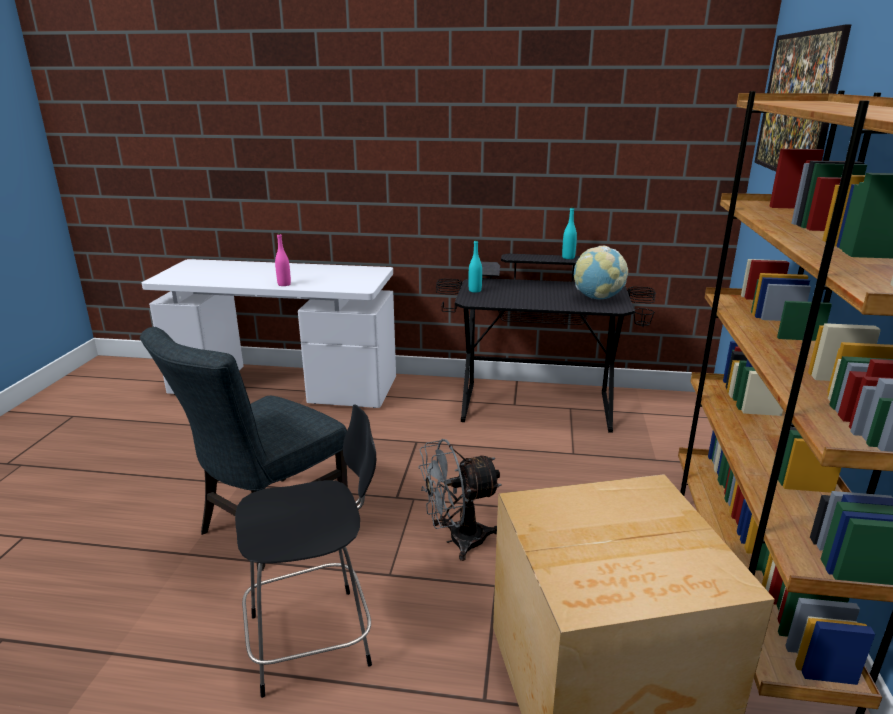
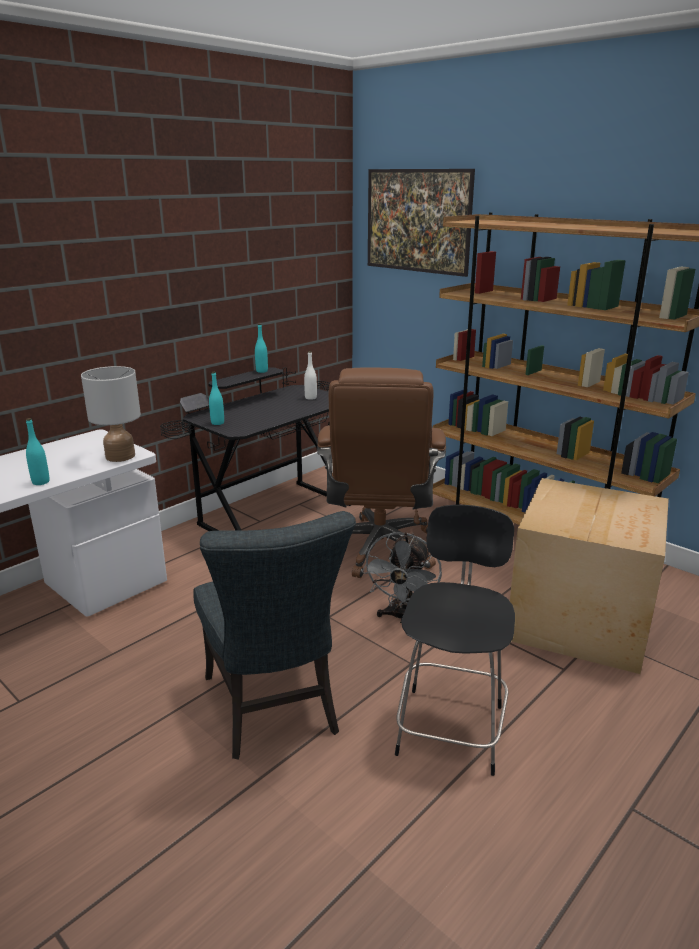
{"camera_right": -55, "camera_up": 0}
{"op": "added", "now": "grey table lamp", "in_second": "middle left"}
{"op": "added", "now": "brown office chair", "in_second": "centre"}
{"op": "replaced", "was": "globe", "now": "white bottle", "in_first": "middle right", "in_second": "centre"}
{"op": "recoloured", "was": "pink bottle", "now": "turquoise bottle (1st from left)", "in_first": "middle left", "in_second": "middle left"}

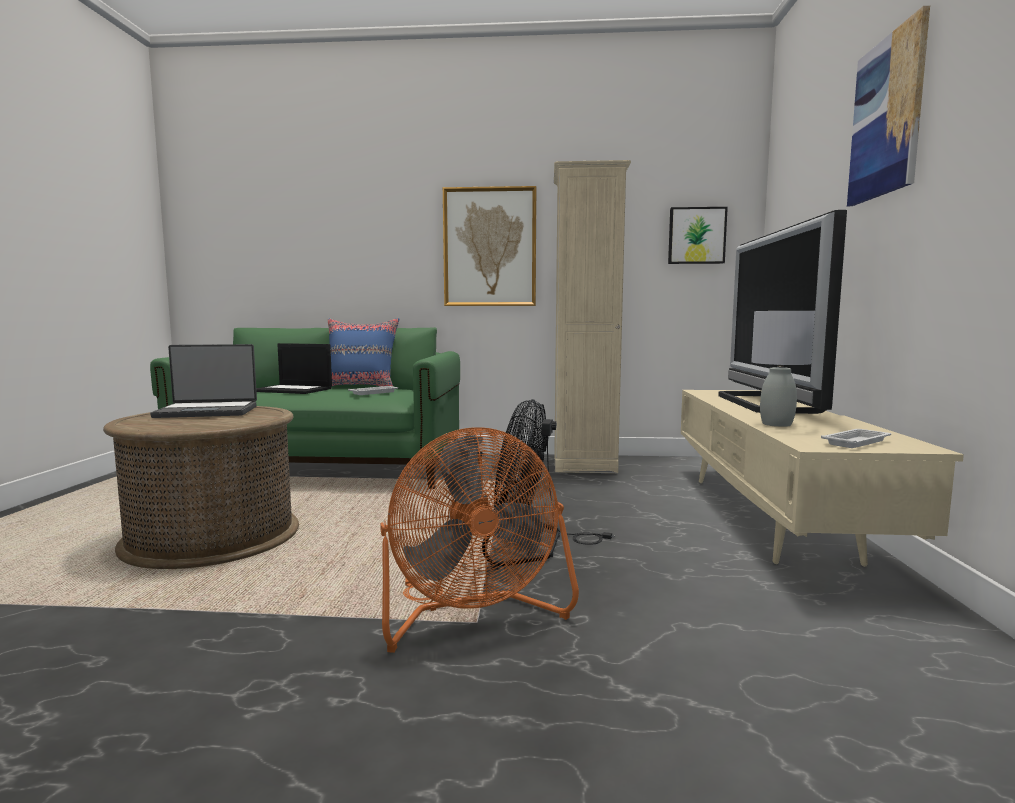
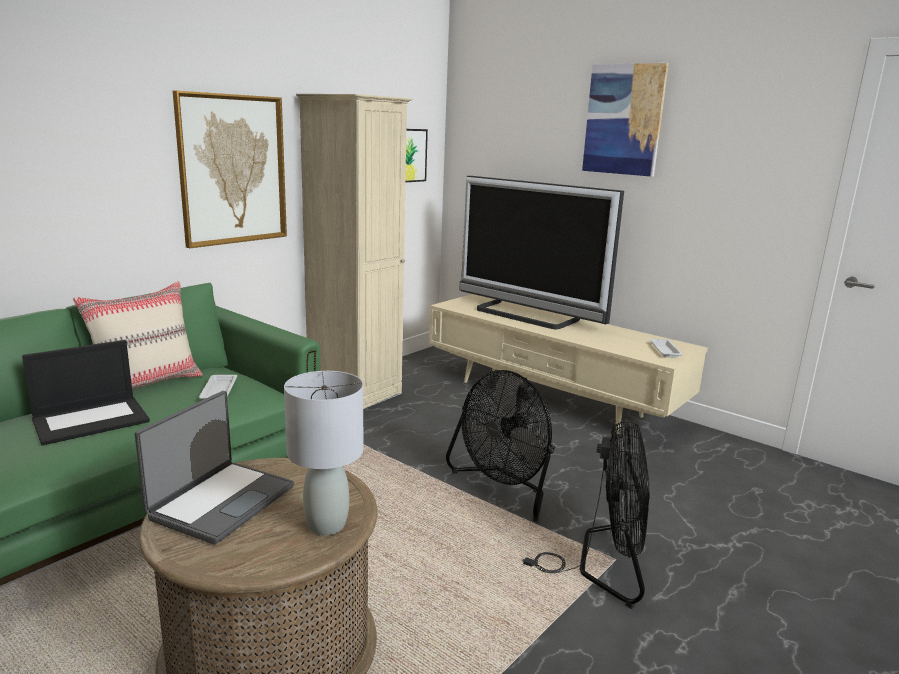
{"camera_right": -55, "camera_up": 10}
{"op": "moved", "was": "grey table lamp", "in_first": "middle right", "in_second": "bottom centre"}
{"op": "recoloured", "was": "blue pillow", "now": "beige pillow", "in_first": "centre", "in_second": "middle left"}
{"op": "recoloured", "was": "orange fan", "now": "black fan (2nd from left)", "in_first": "bottom centre", "in_second": "bottom centre"}

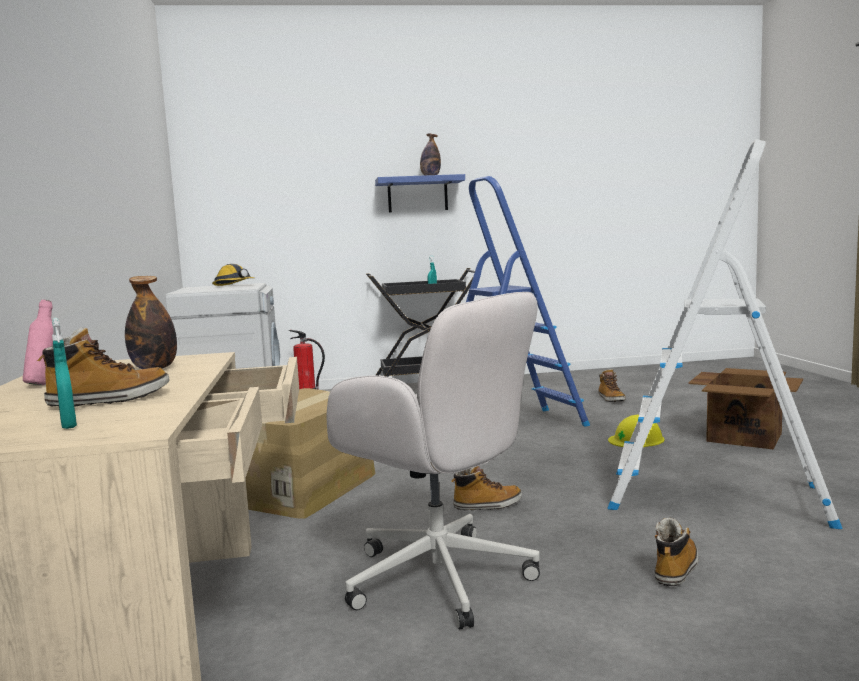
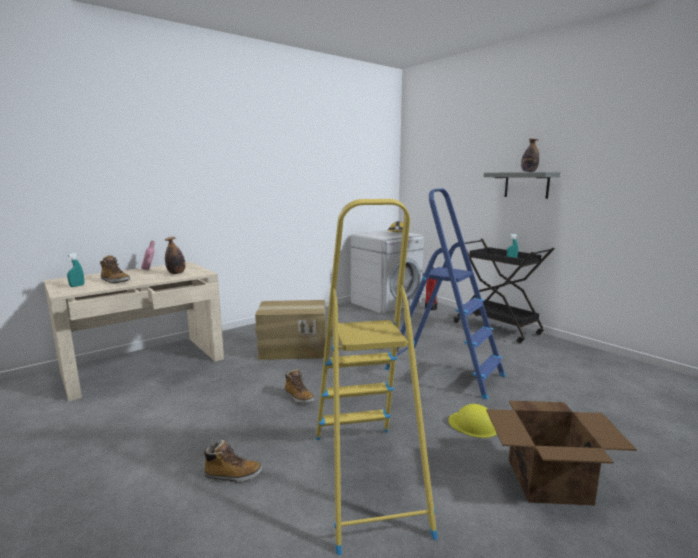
{"camera_right": 60, "camera_up": 5}
{"op": "removed", "was": "white office chair", "in_first": "bottom centre"}
{"op": "removed", "was": "boot (3rd from left)", "in_first": "middle right"}
{"op": "recoloured", "was": "blue shelf", "now": "grey shelf", "in_first": "top centre", "in_second": "top right"}
{"op": "recoloured", "was": "white step ladder", "now": "yellow step ladder", "in_first": "middle right", "in_second": "bottom centre"}

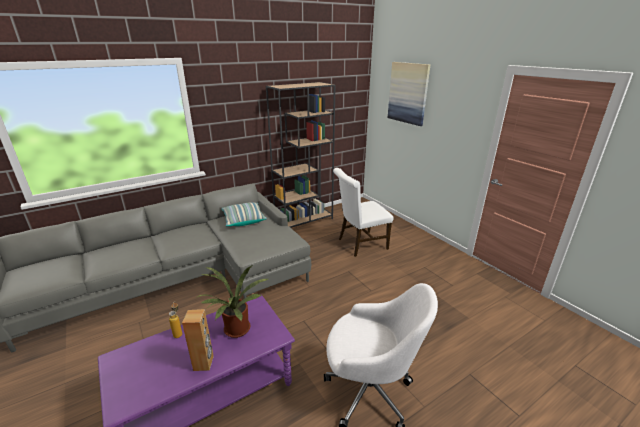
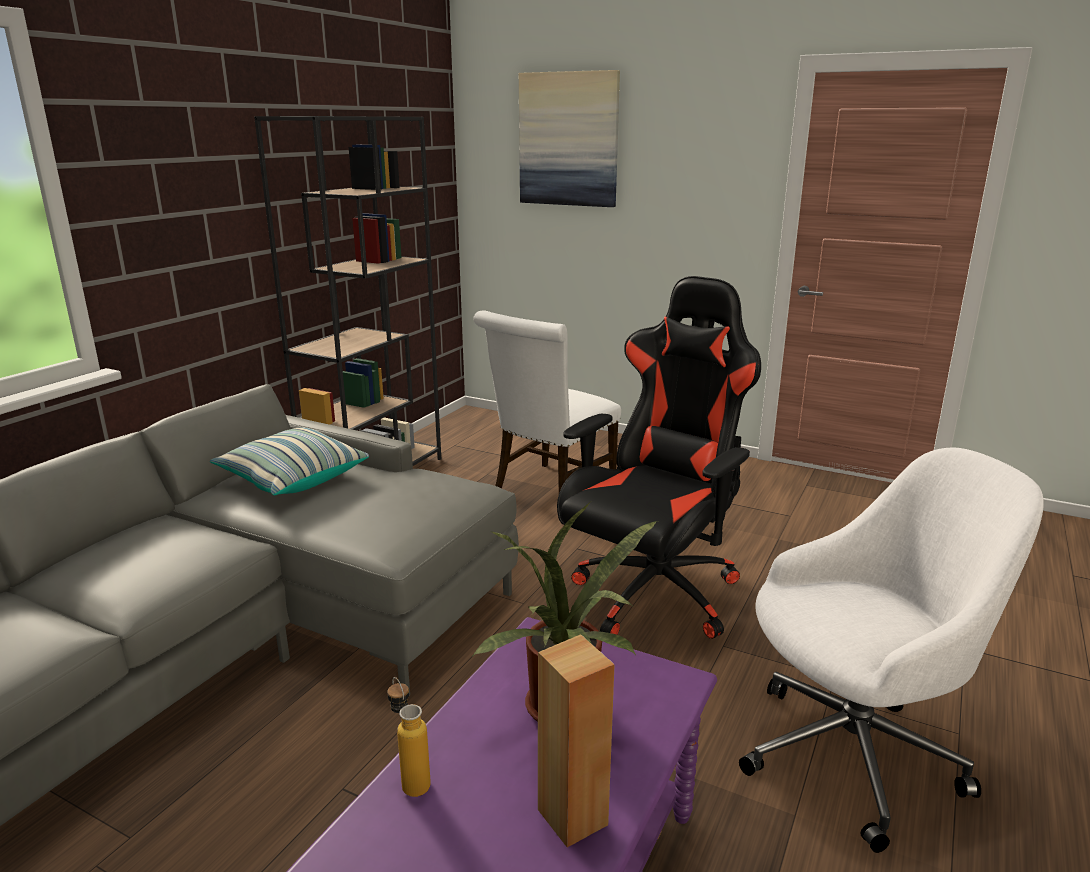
{"camera_right": -30, "camera_up": -5}
{"op": "added", "now": "black office chair", "in_second": "centre"}

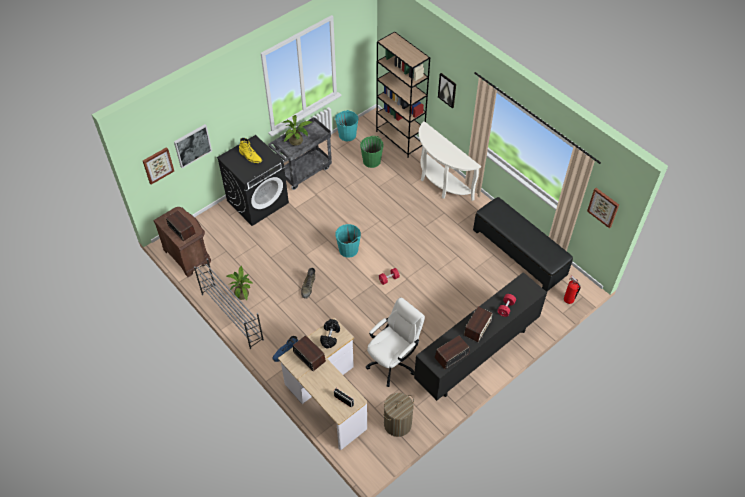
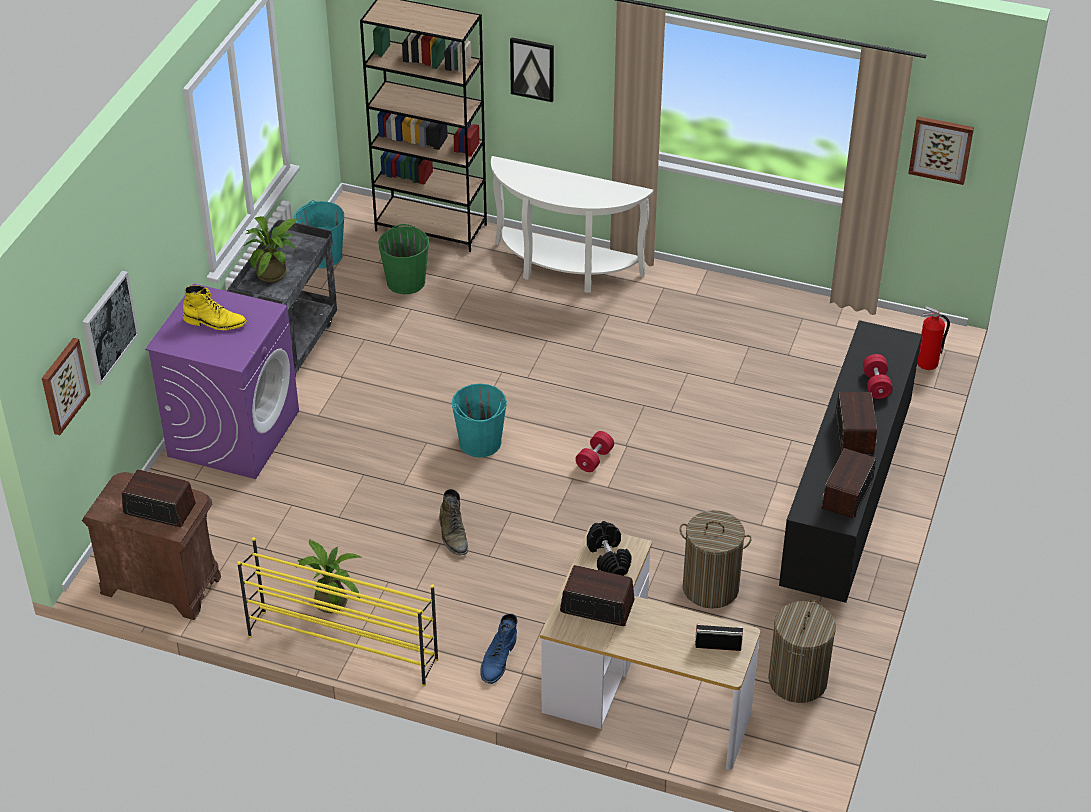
{"camera_right": -30, "camera_up": -10}
{"op": "removed", "was": "black bench", "in_first": "middle right"}
{"op": "replaced", "was": "white office chair", "now": "laundry basket (1st from left)", "in_first": "bottom centre", "in_second": "bottom centre"}
{"op": "recoloured", "was": "grey shoe rack", "now": "yellow shoe rack", "in_first": "middle left", "in_second": "bottom left"}
{"op": "recoloured", "was": "black washing machine", "now": "purple washing machine", "in_first": "centre", "in_second": "middle left"}

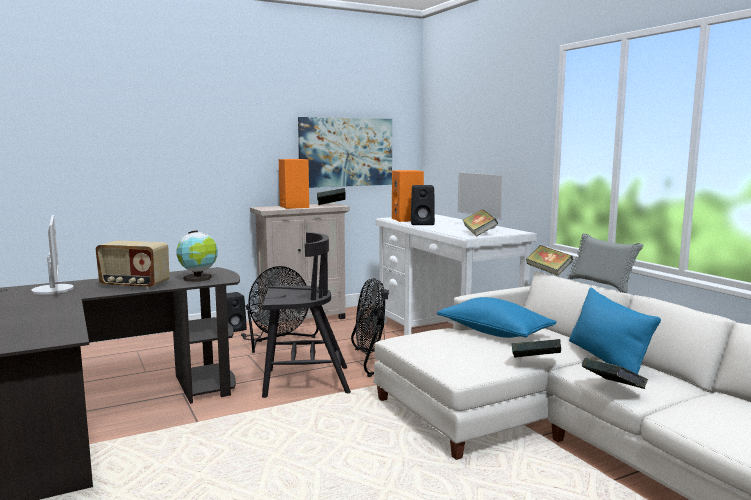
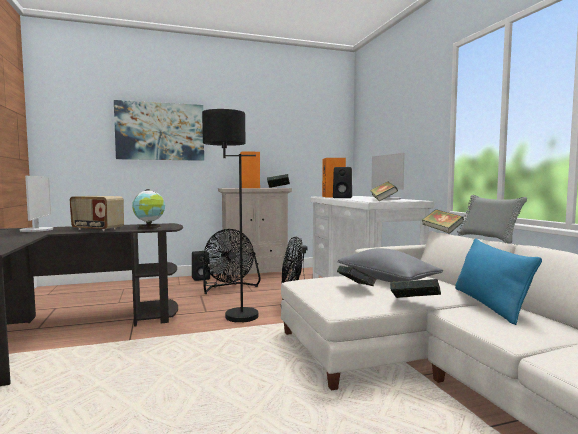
{"camera_right": 10, "camera_up": -5}
{"op": "moved", "was": "picture", "in_first": "top centre", "in_second": "top left"}
{"op": "moved", "was": "book (5th from left in the first image)", "now": "book (2nd from left)", "in_first": "bottom right", "in_second": "centre"}
{"op": "replaced", "was": "black chair", "now": "black floor lamp", "in_first": "centre", "in_second": "centre"}
{"op": "recoloured", "was": "blue pillow (1st from left)", "now": "grey pillow (1st from left)", "in_first": "centre", "in_second": "middle right"}

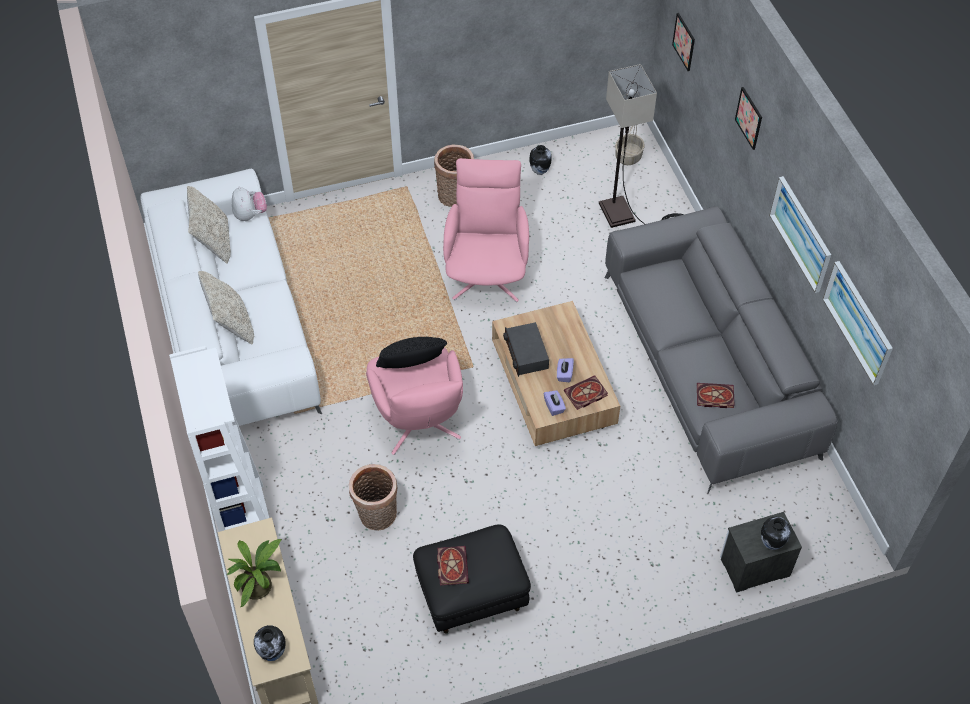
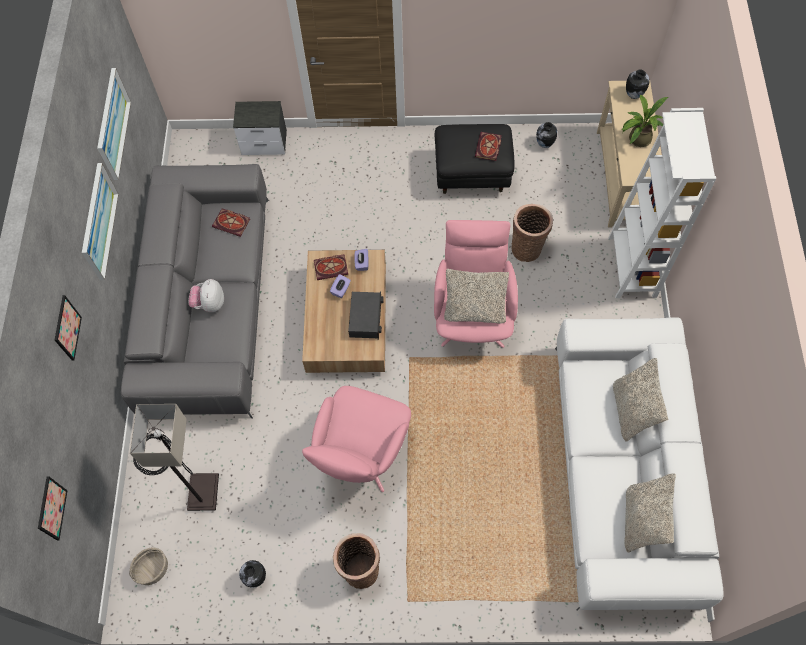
{"camera_right": -160, "camera_up": 10}
{"op": "moved", "was": "plush toy", "in_first": "top left", "in_second": "middle left"}
{"op": "moved", "was": "vase (3rd from left in the first image)", "now": "vase (2nd from left)", "in_first": "bottom right", "in_second": "top right"}
{"op": "recoloured", "was": "black pillow", "now": "beige pillow (1st from left)", "in_first": "centre", "in_second": "centre"}

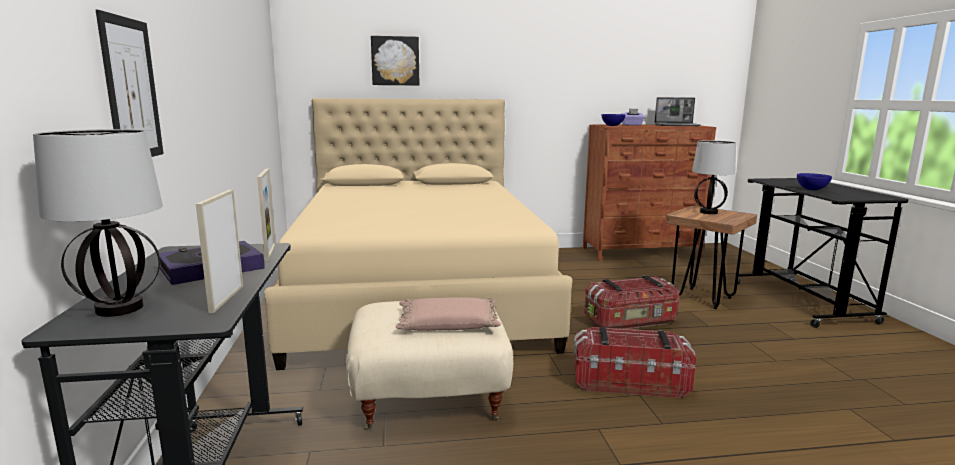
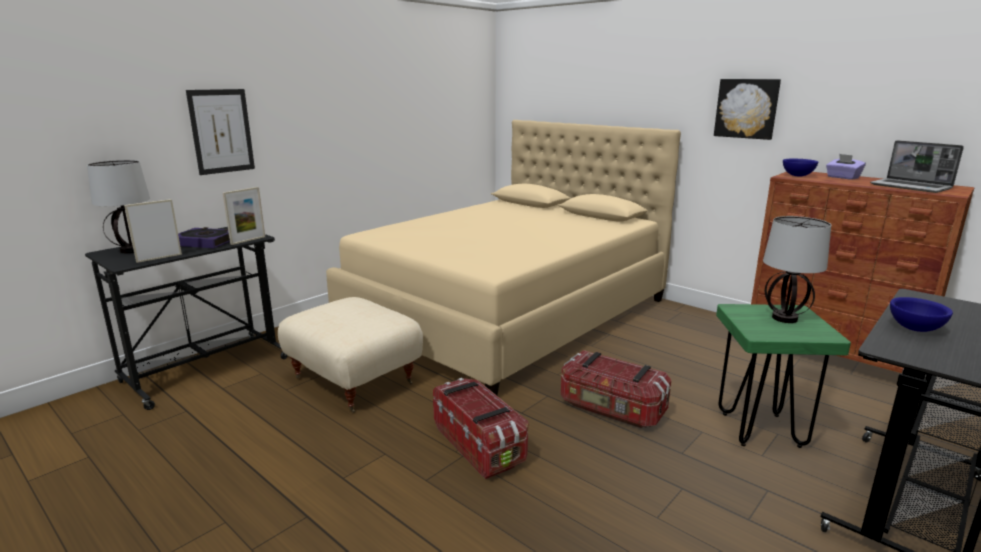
{"camera_right": 50, "camera_up": 5}
{"op": "removed", "was": "beige pillow", "in_first": "bottom centre"}
{"op": "moved", "was": "picture (2nd from left)", "in_first": "top centre", "in_second": "top right"}
{"op": "recoloured", "was": "brown stool", "now": "green stool", "in_first": "middle right", "in_second": "bottom right"}

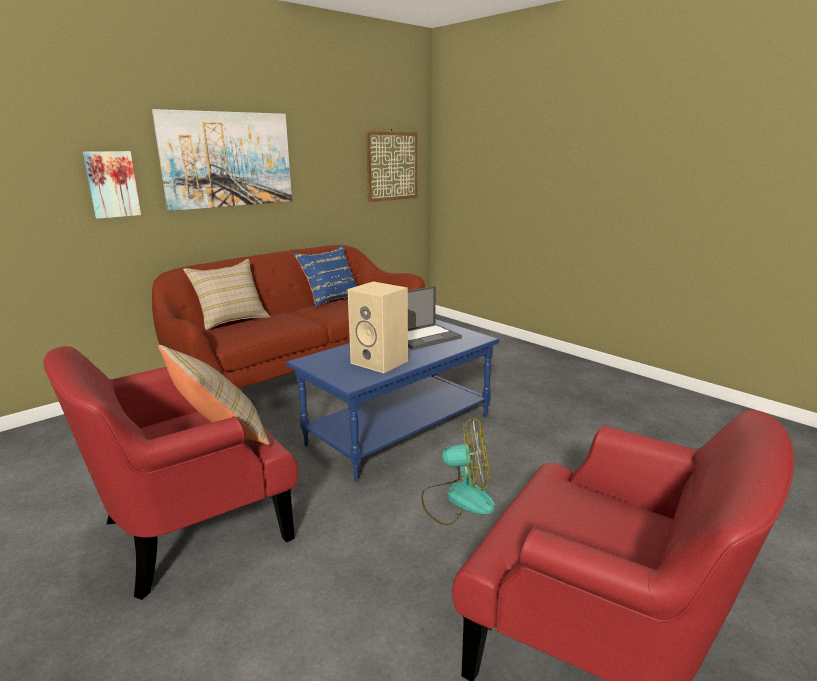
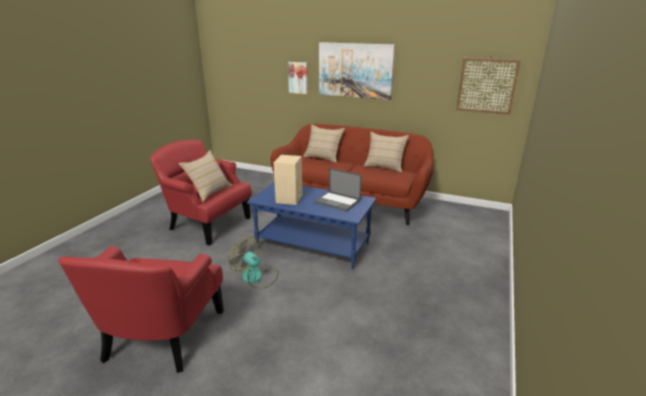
{"camera_right": 65, "camera_up": 5}
{"op": "recoloured", "was": "blue pillow", "now": "beige pillow (3rd from left)", "in_first": "centre", "in_second": "centre"}
{"op": "turned", "was": "fan", "in_first": "bottom centre", "in_second": "centre", "clockwise": 150}

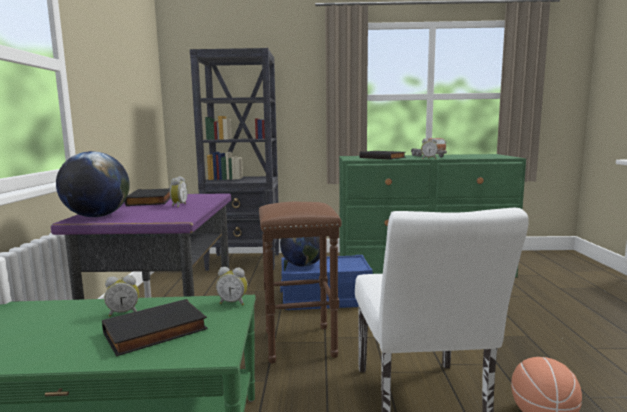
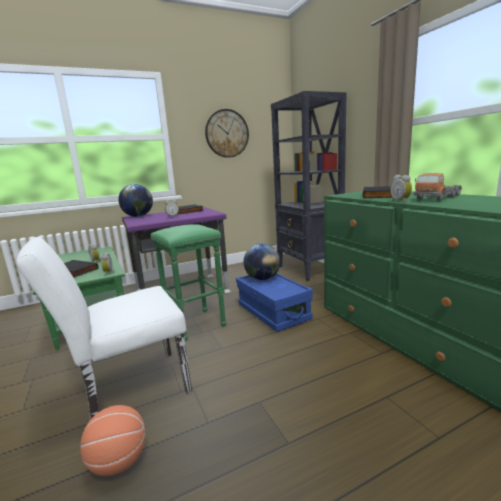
{"camera_right": 65, "camera_up": 5}
{"op": "added", "now": "wall clock", "in_second": "top centre"}
{"op": "recoloured", "was": "brown stool", "now": "green stool", "in_first": "bottom centre", "in_second": "centre"}

